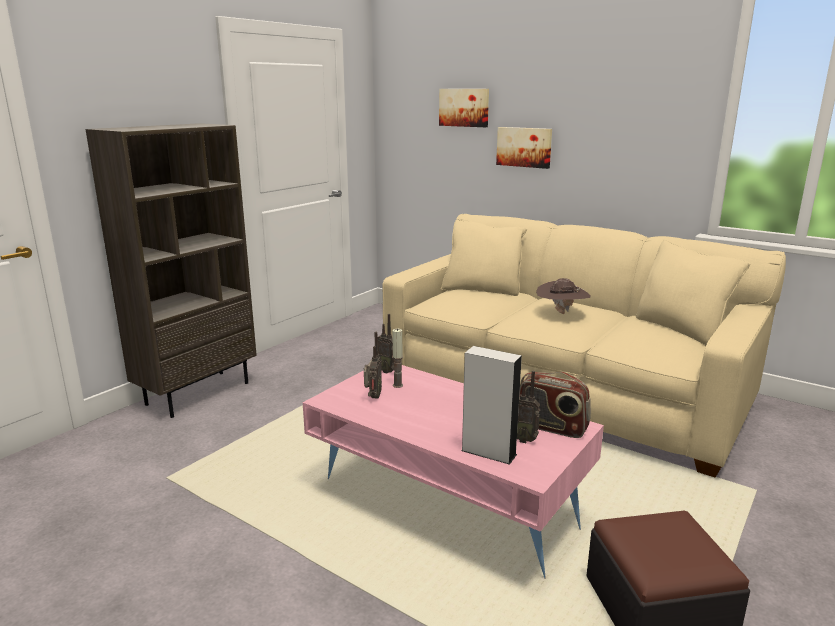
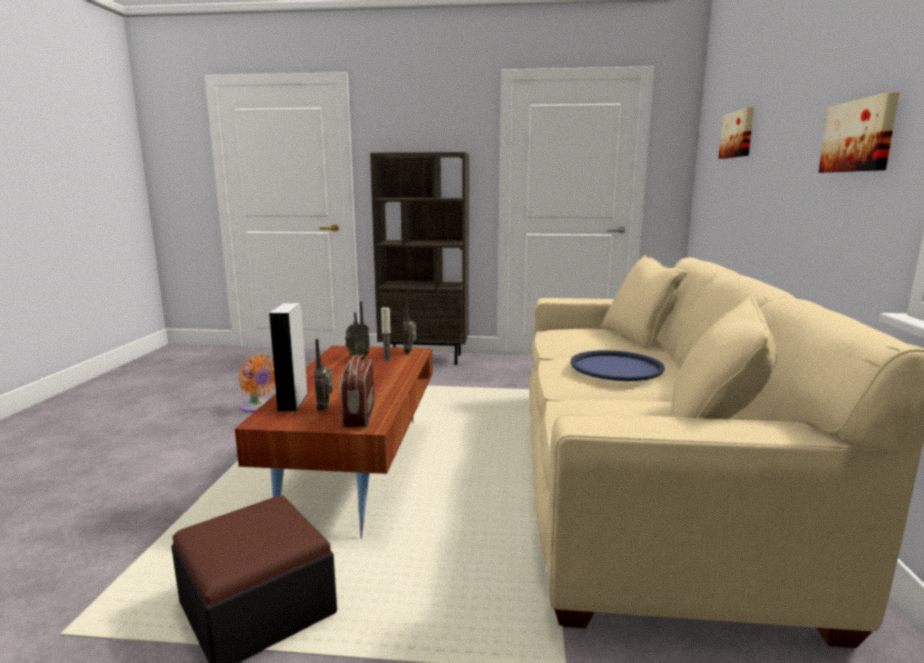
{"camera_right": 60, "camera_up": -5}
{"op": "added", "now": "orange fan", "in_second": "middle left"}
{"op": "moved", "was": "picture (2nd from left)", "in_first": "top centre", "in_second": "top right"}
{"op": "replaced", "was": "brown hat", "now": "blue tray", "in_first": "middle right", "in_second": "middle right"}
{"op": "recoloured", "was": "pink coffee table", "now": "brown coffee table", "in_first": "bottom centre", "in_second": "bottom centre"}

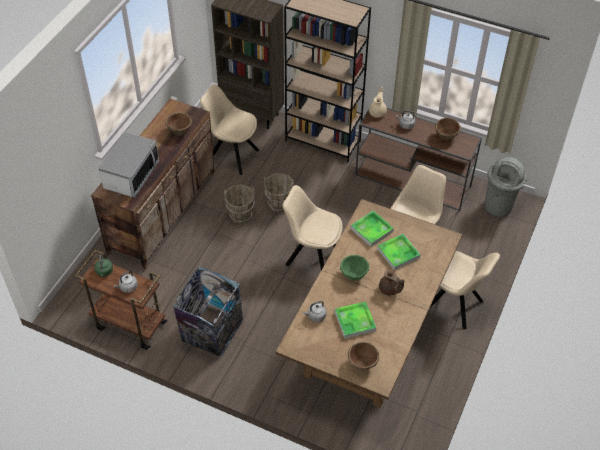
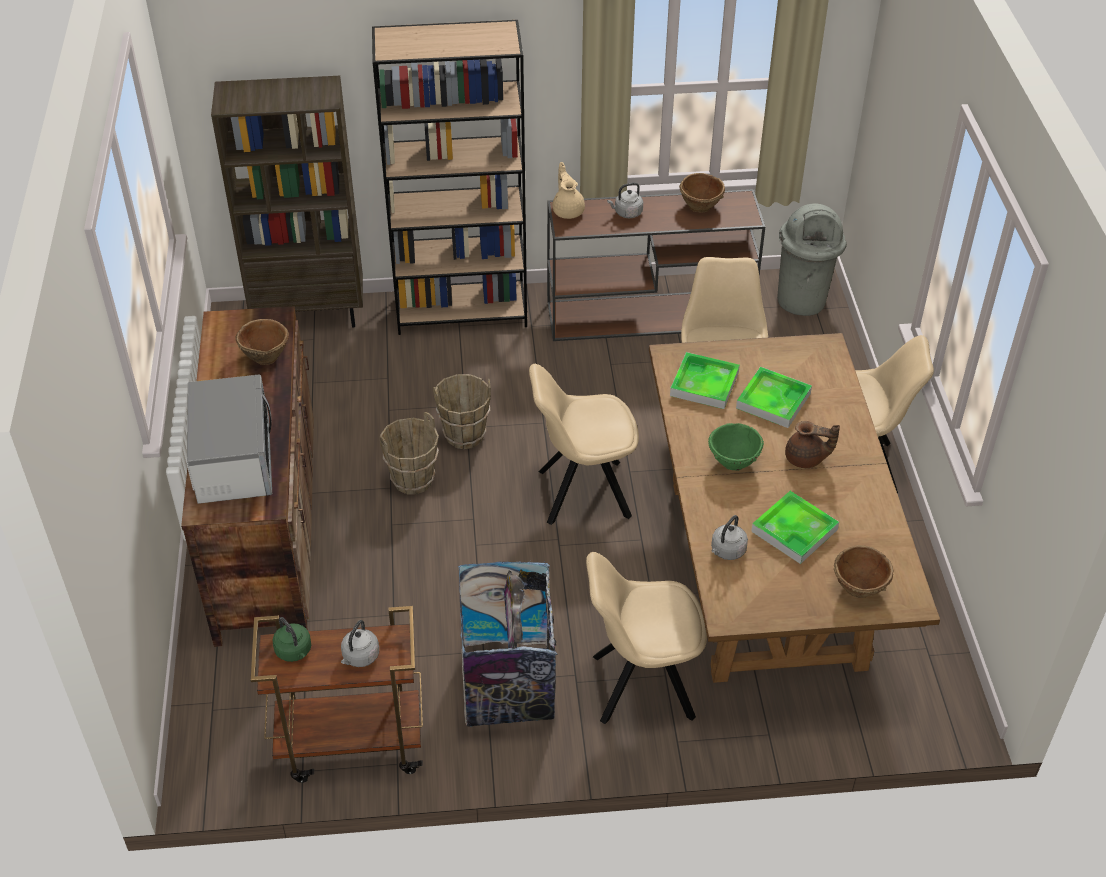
{"camera_right": -30, "camera_up": -5}
{"op": "moved", "was": "beige chair (1st from left in the first image)", "now": "beige chair (2nd from left)", "in_first": "top centre", "in_second": "bottom centre"}

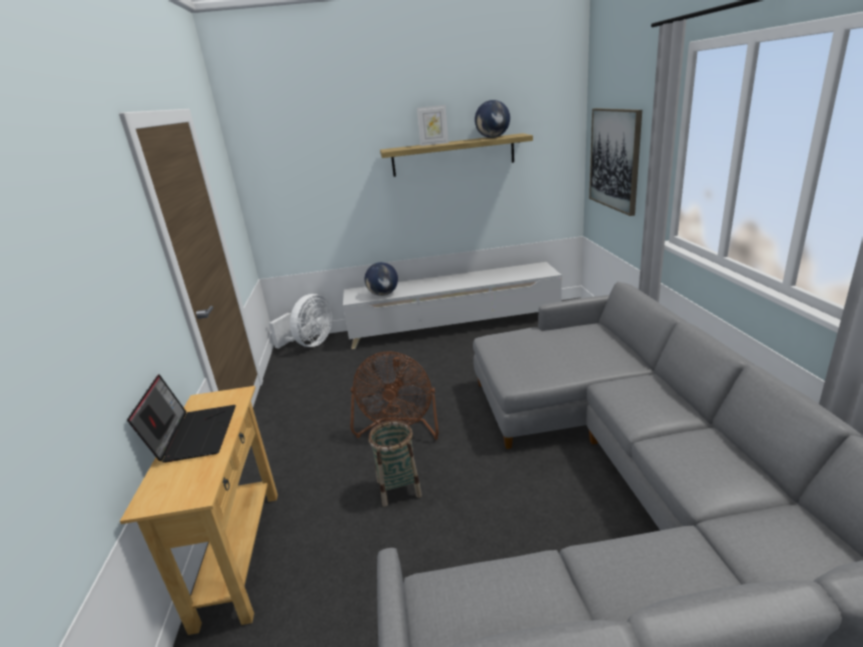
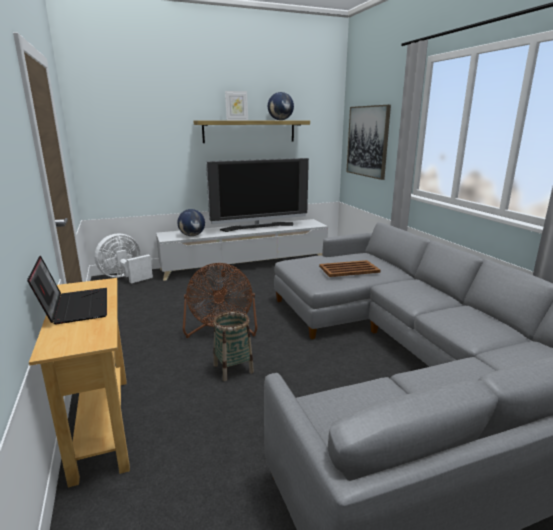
{"camera_right": -15, "camera_up": -5}
{"op": "added", "now": "television", "in_second": "centre"}
{"op": "added", "now": "brown tray", "in_second": "centre"}
{"op": "turned", "was": "white fan", "in_first": "centre", "in_second": "middle left", "clockwise": -150}

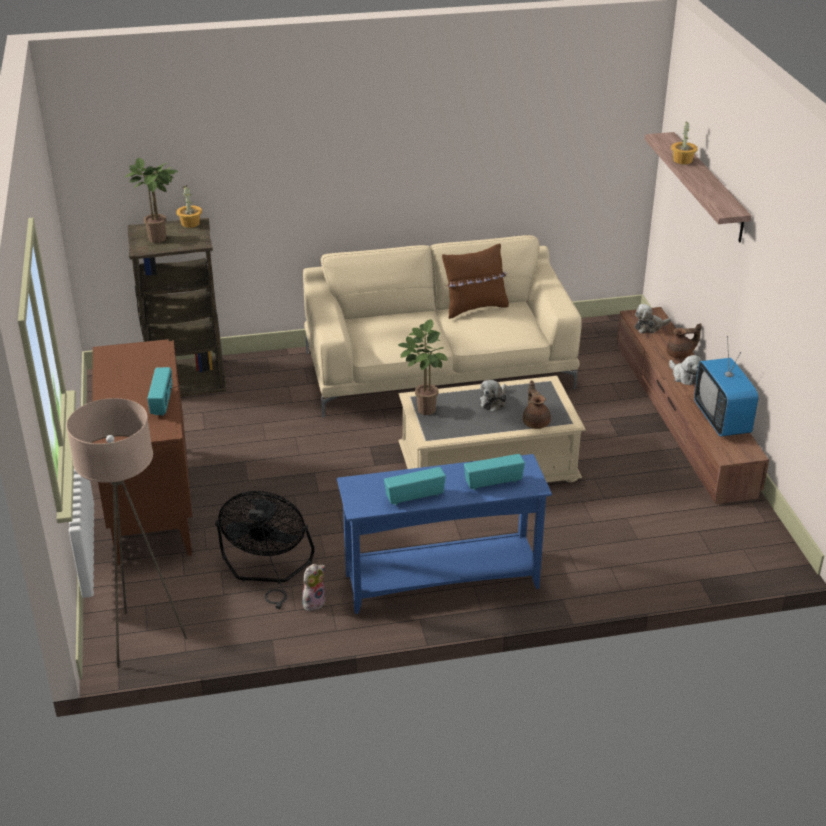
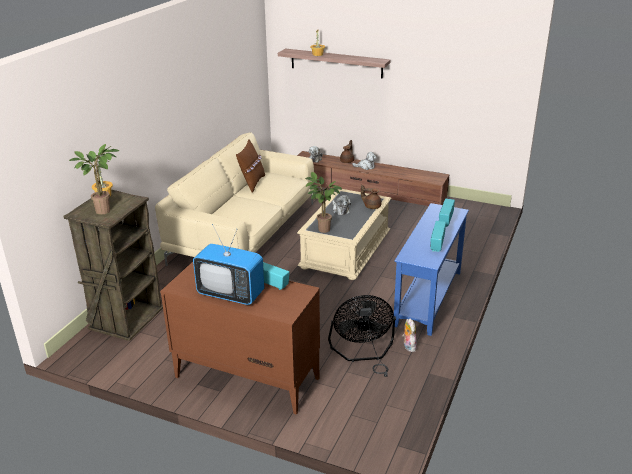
{"camera_right": -55, "camera_up": -5}
{"op": "removed", "was": "beige floor lamp", "in_first": "middle left"}
{"op": "moved", "was": "television", "in_first": "middle right", "in_second": "centre"}
{"op": "turned", "was": "black fan", "in_first": "middle left", "in_second": "bottom centre", "clockwise": 45}

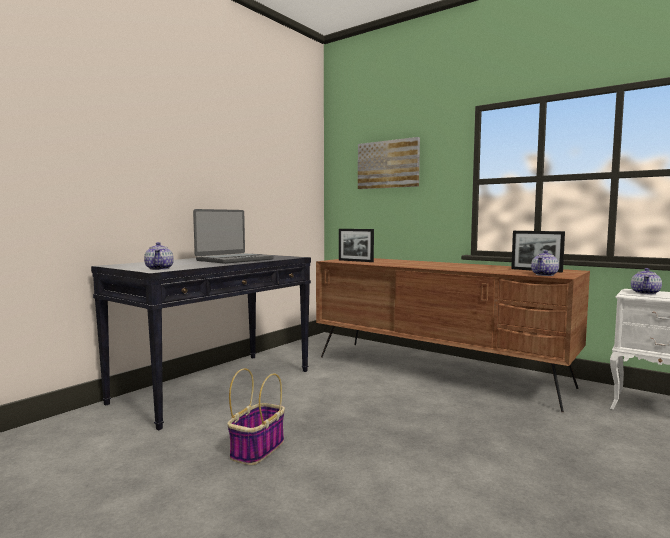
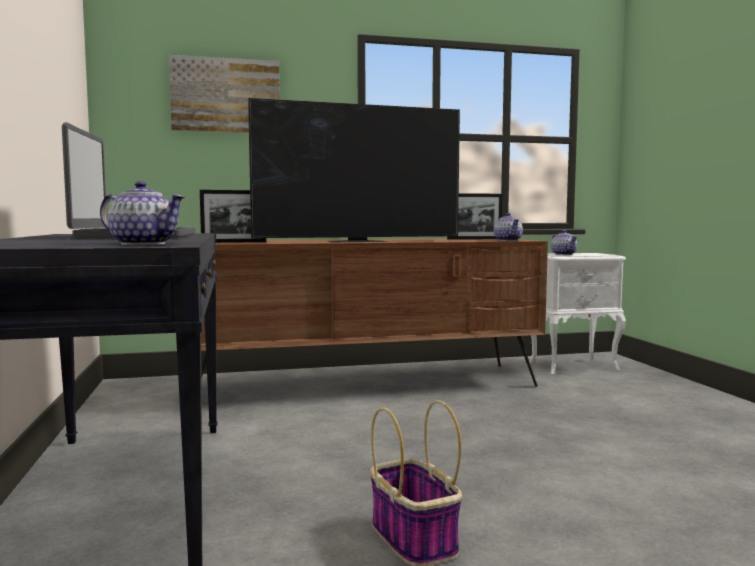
{"camera_right": -50, "camera_up": 0}
{"op": "added", "now": "television", "in_second": "top centre"}

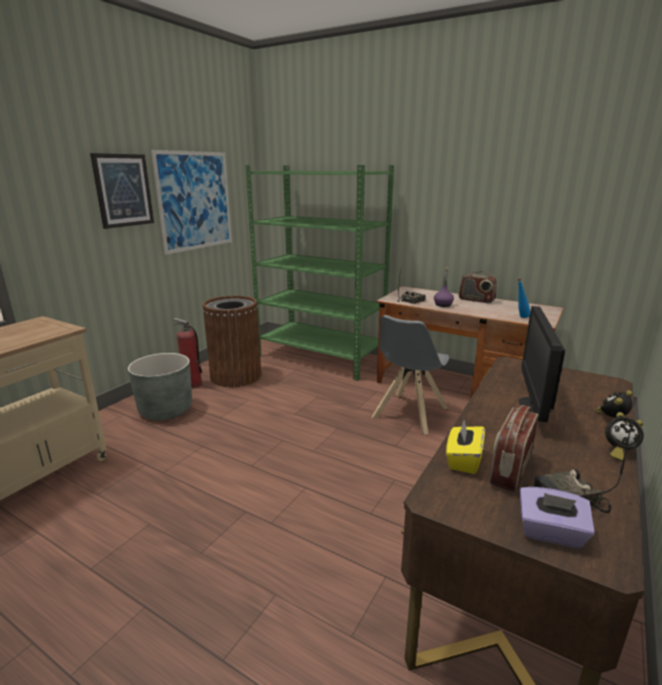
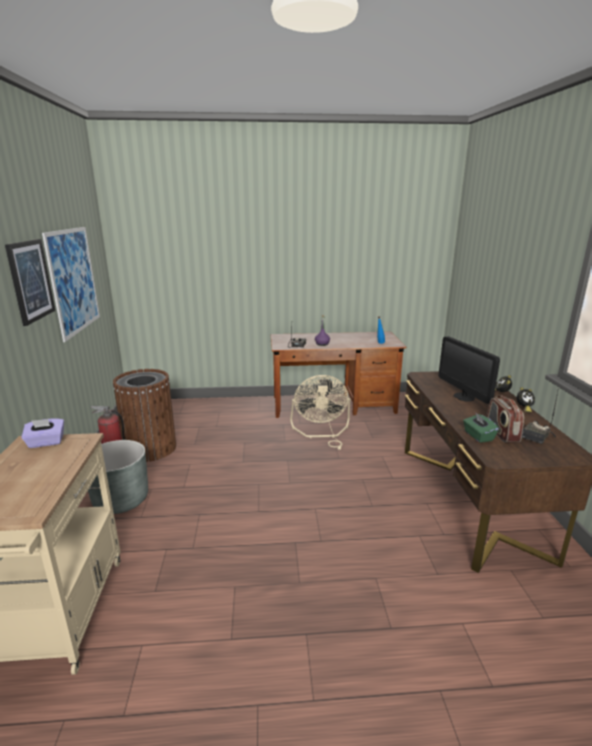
{"camera_right": -35, "camera_up": 0}
{"op": "removed", "was": "green bookcase", "in_first": "centre"}
{"op": "removed", "was": "radio (2nd from left)", "in_first": "middle right"}
{"op": "moved", "was": "purple tissue box", "in_first": "bottom right", "in_second": "middle left"}
{"op": "replaced", "was": "grey chair", "now": "beige fan", "in_first": "centre", "in_second": "centre"}
{"op": "recoloured", "was": "yellow tissue box", "now": "green tissue box", "in_first": "middle right", "in_second": "middle right"}

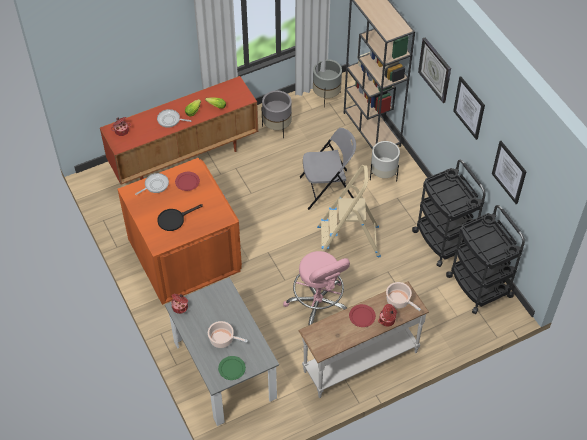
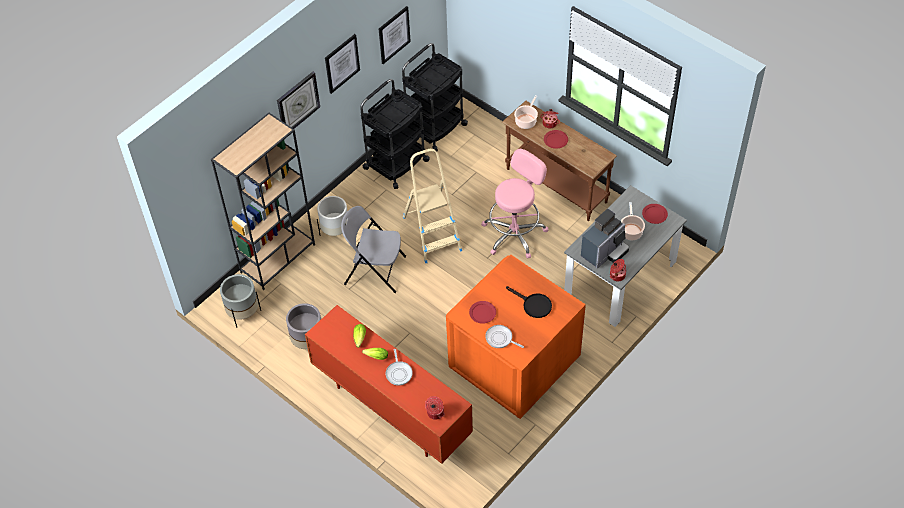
{"camera_right": -110, "camera_up": 0}
{"op": "added", "now": "coffee machine", "in_second": "middle right"}
{"op": "recoloured", "was": "green plate", "now": "red plate (3rd from left)", "in_first": "bottom centre", "in_second": "middle right"}
{"op": "recoloured", "was": "white console table", "now": "brown console table", "in_first": "bottom centre", "in_second": "top centre"}
{"op": "turned", "was": "grey chair", "in_first": "centre", "in_second": "centre", "clockwise": -45}

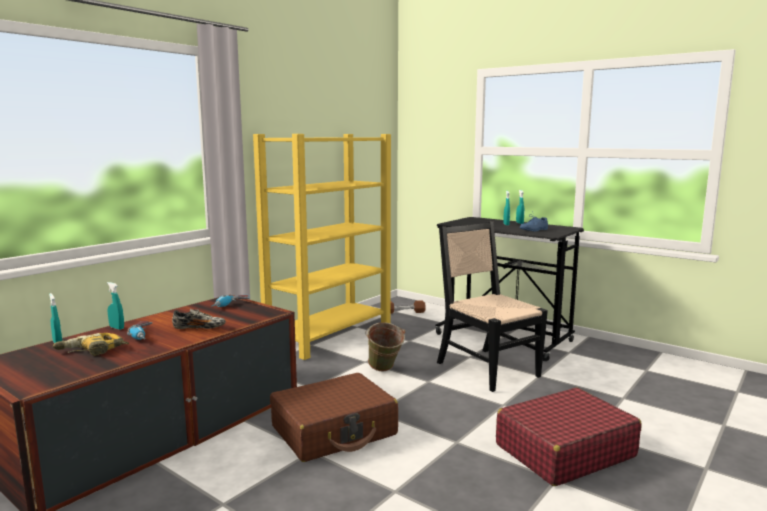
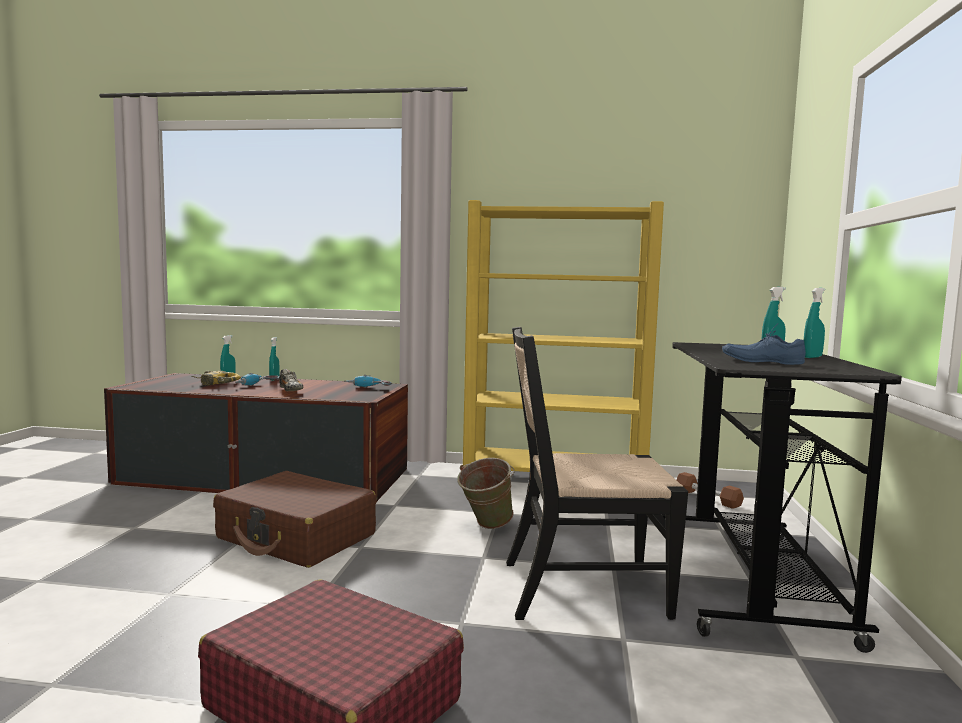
{"camera_right": 60, "camera_up": -5}
{"op": "turned", "was": "chair", "in_first": "centre", "in_second": "centre", "clockwise": -120}

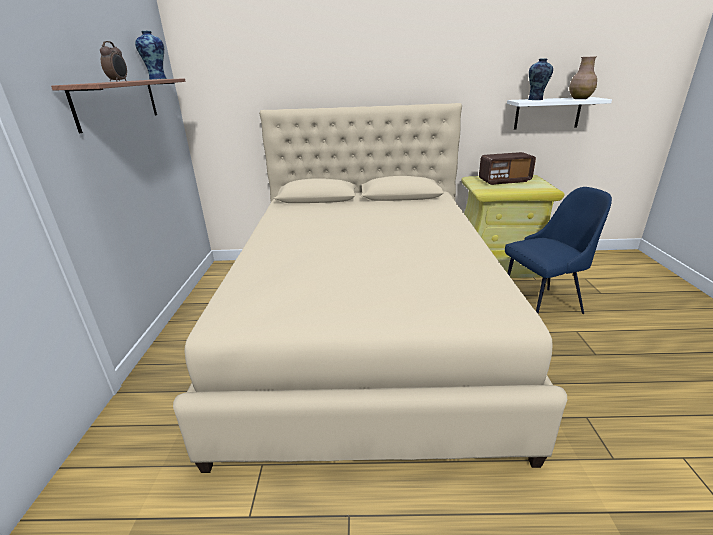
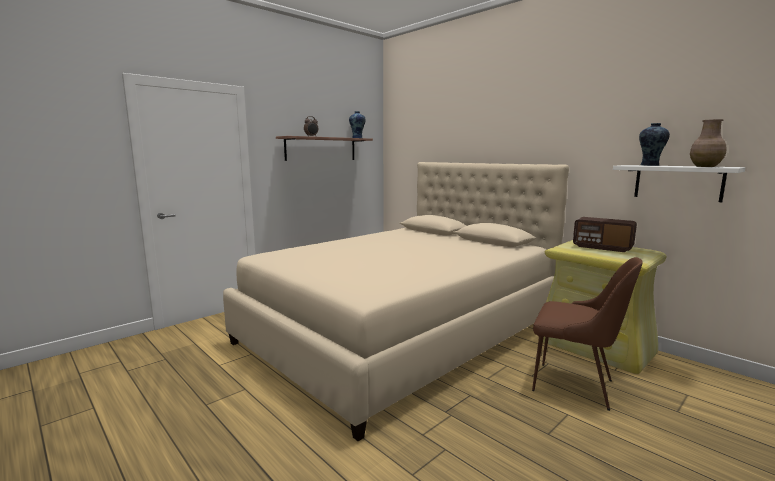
{"camera_right": 45, "camera_up": -15}
{"op": "recoloured", "was": "blue chair", "now": "brown chair", "in_first": "middle right", "in_second": "bottom right"}

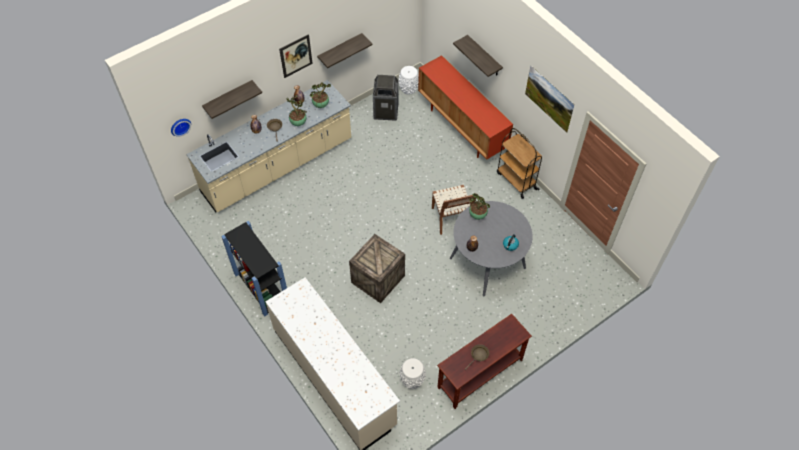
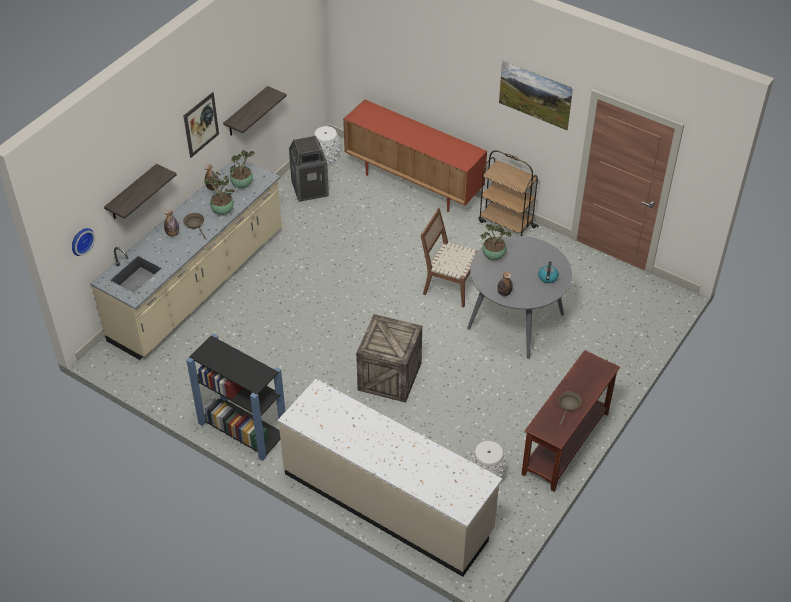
{"camera_right": -20, "camera_up": -10}
{"op": "removed", "was": "shelf (3rd from left)", "in_first": "top centre"}
{"op": "turned", "was": "chair", "in_first": "centre", "in_second": "centre", "clockwise": 150}

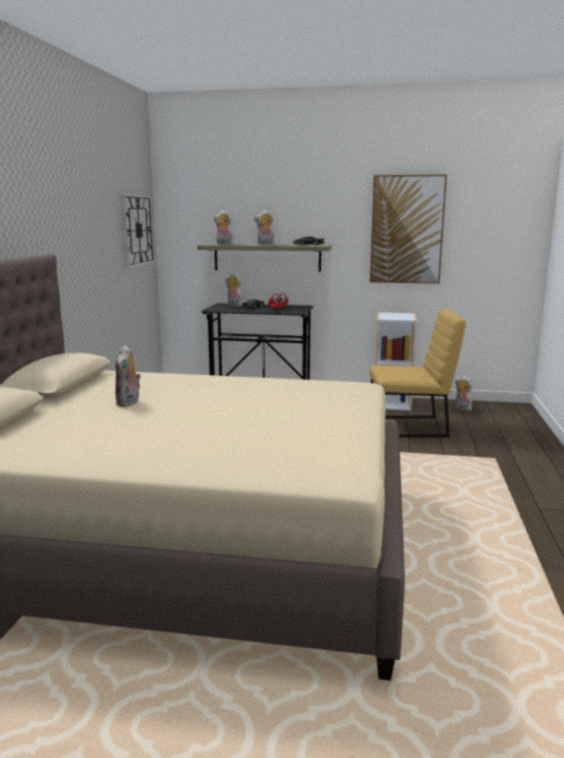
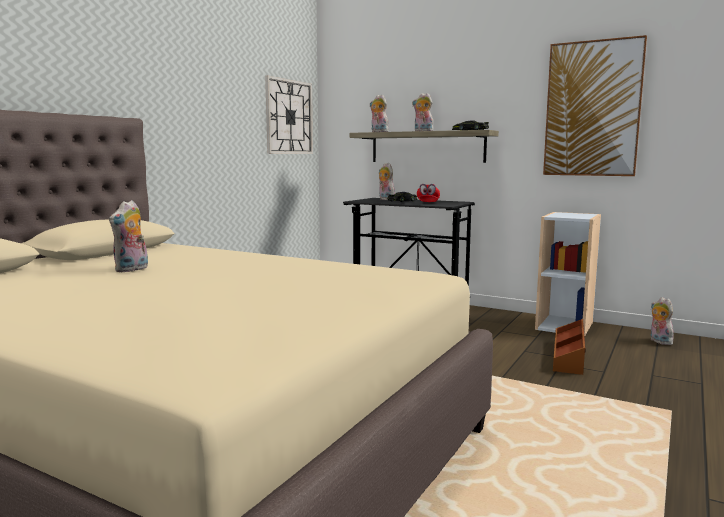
{"camera_right": 20, "camera_up": -5}
{"op": "replaced", "was": "yellow chair", "now": "brown storage box", "in_first": "middle right", "in_second": "bottom right"}

